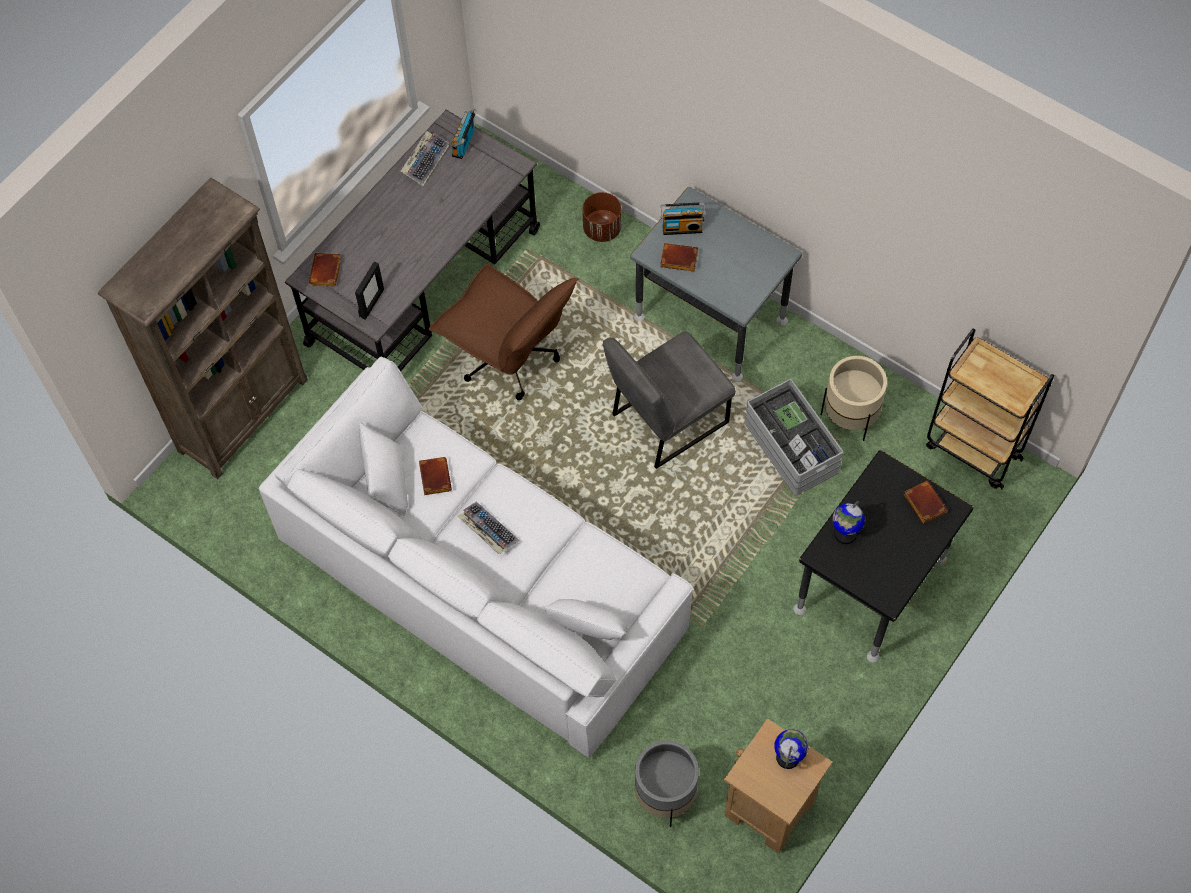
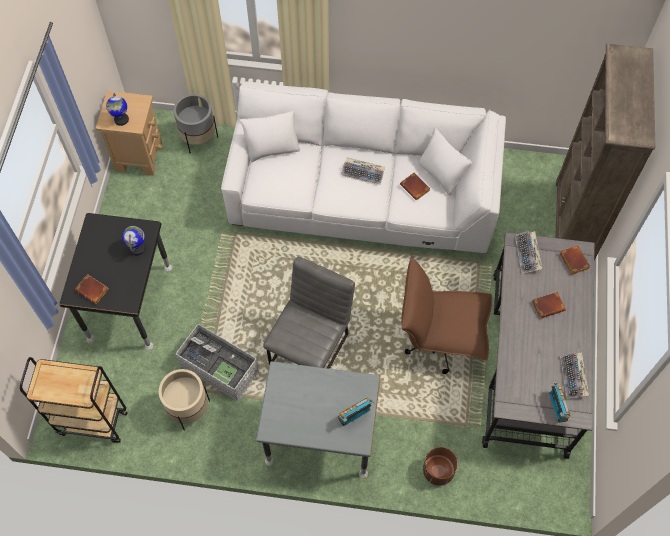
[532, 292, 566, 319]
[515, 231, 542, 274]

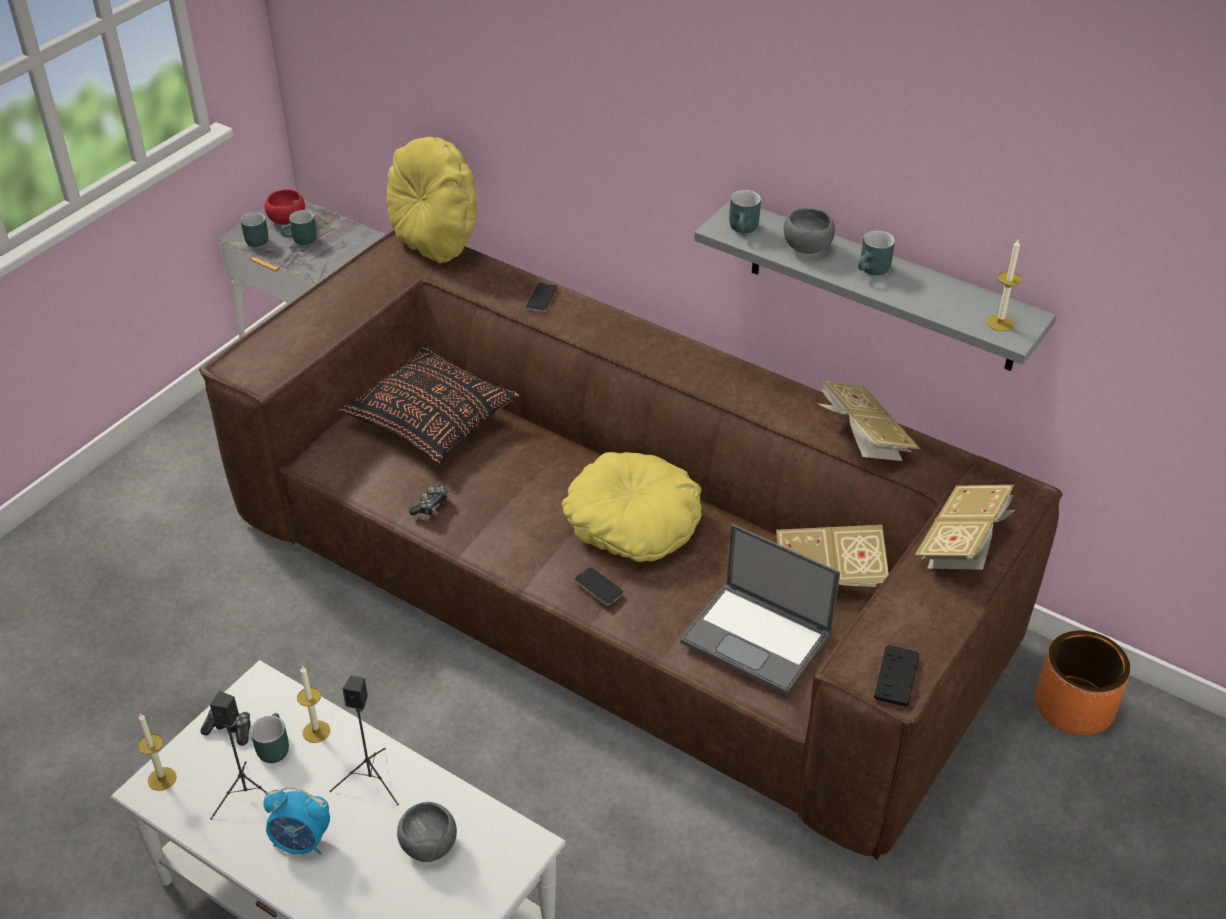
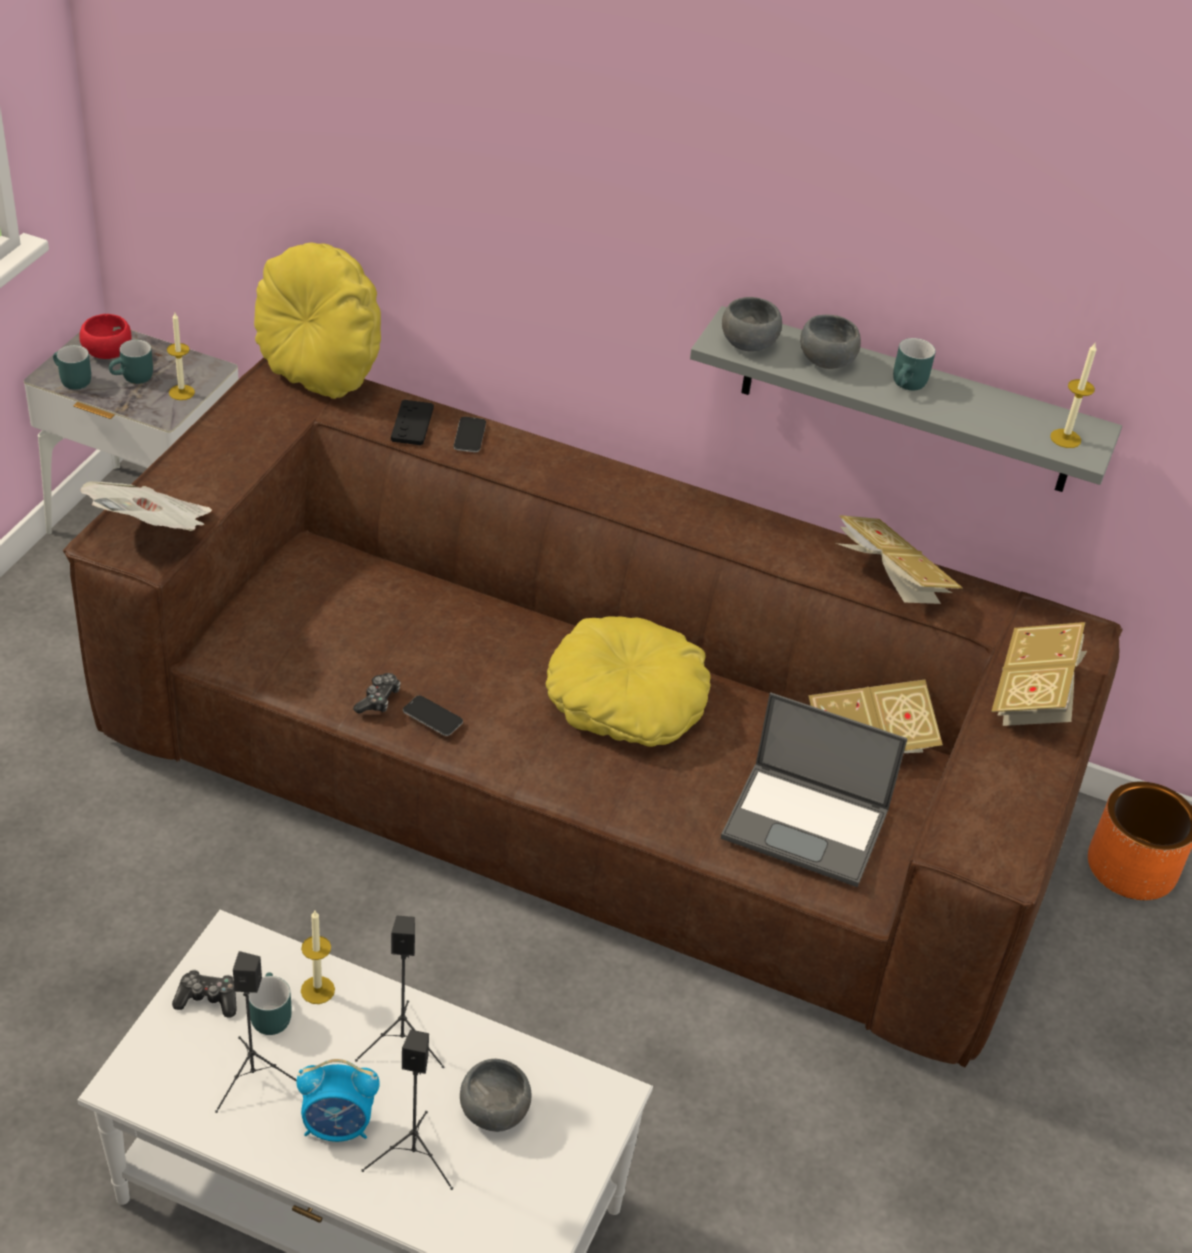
[722, 297, 782, 352]
[339, 345, 520, 464] (first image)
[403, 695, 463, 736]
[391, 400, 434, 445]
[167, 313, 195, 400]
[81, 481, 212, 531]
[361, 1030, 453, 1190]

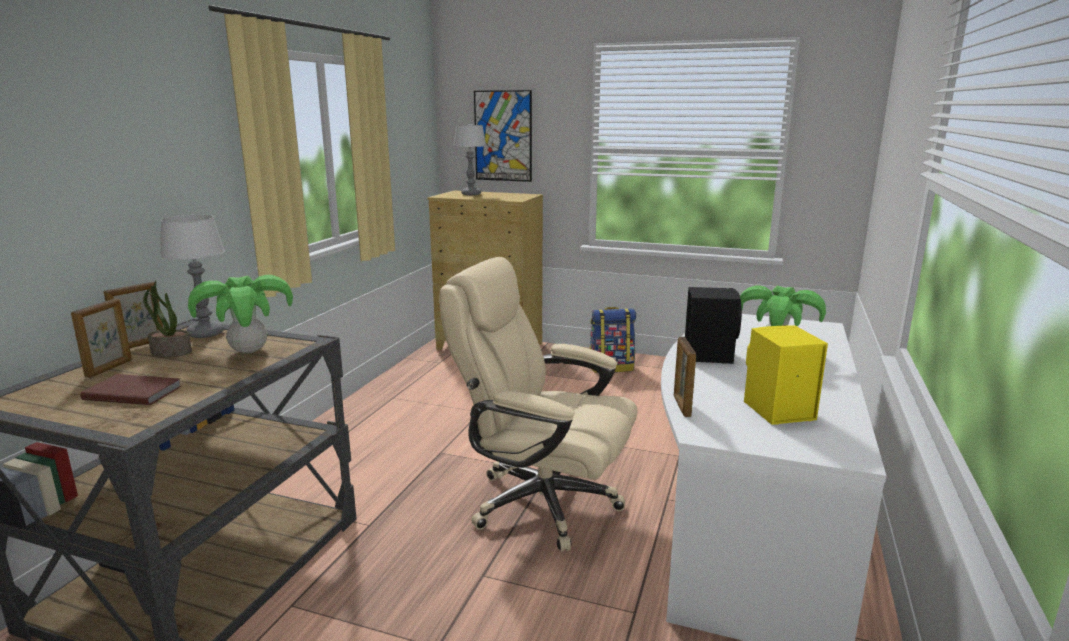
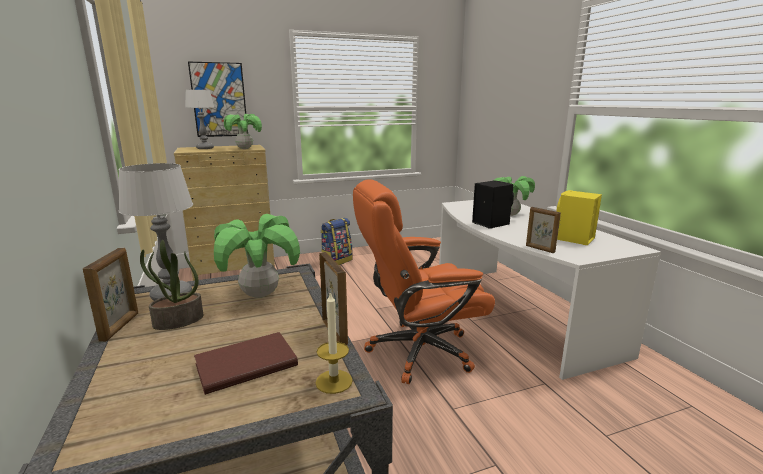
[353, 179, 495, 384]
[319, 252, 348, 345]
[224, 114, 262, 149]
[316, 291, 353, 394]

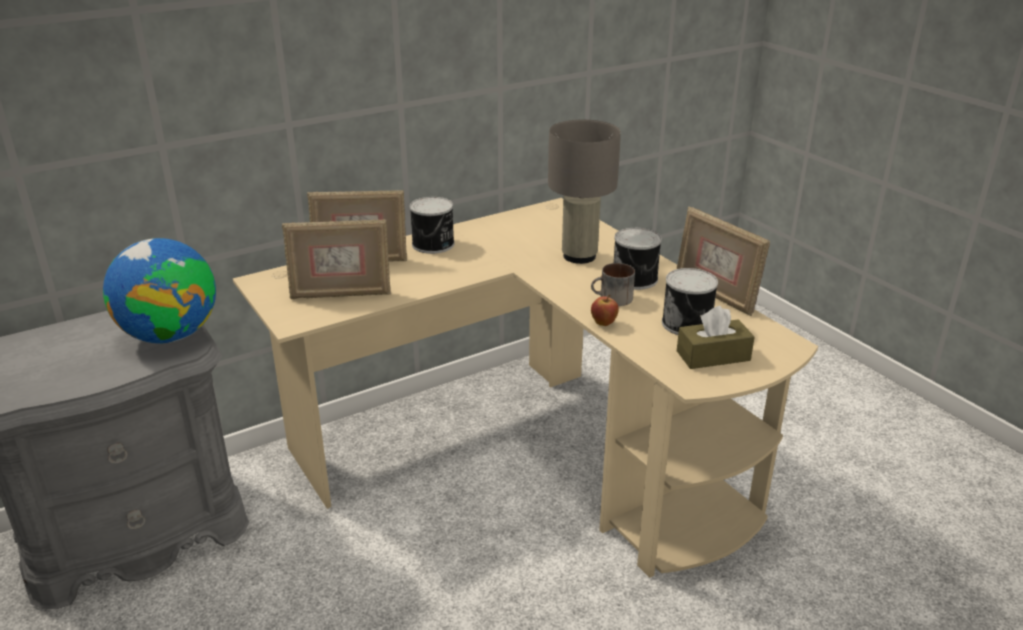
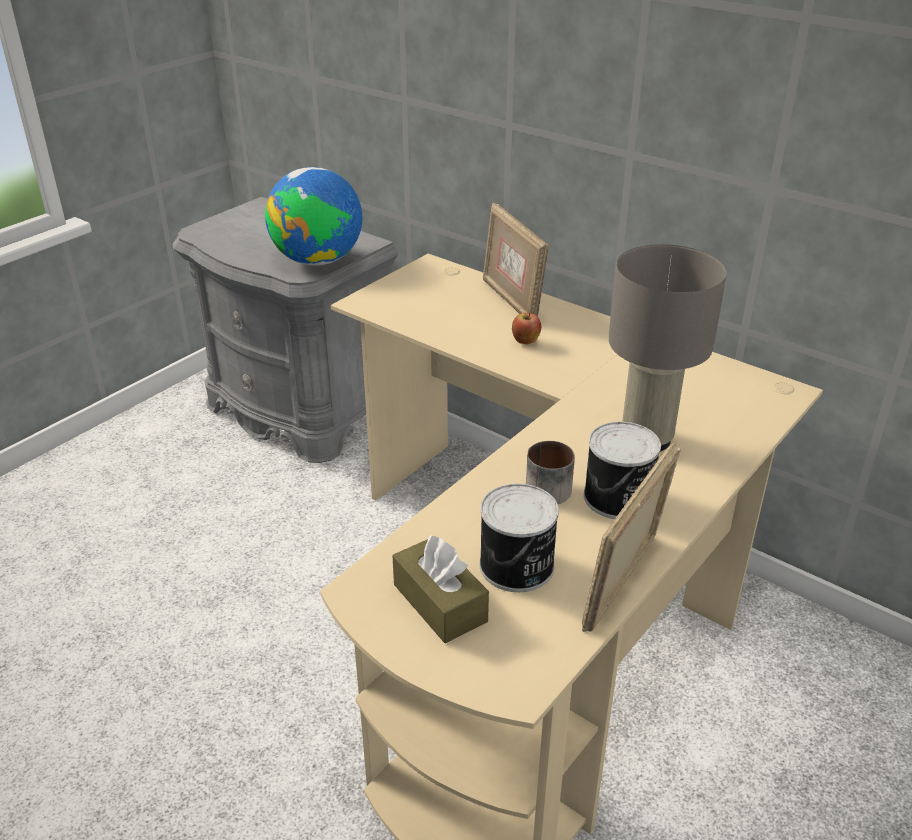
[410, 197, 454, 254] (first image)
[282, 219, 391, 299] (first image)
[512, 312, 541, 344]

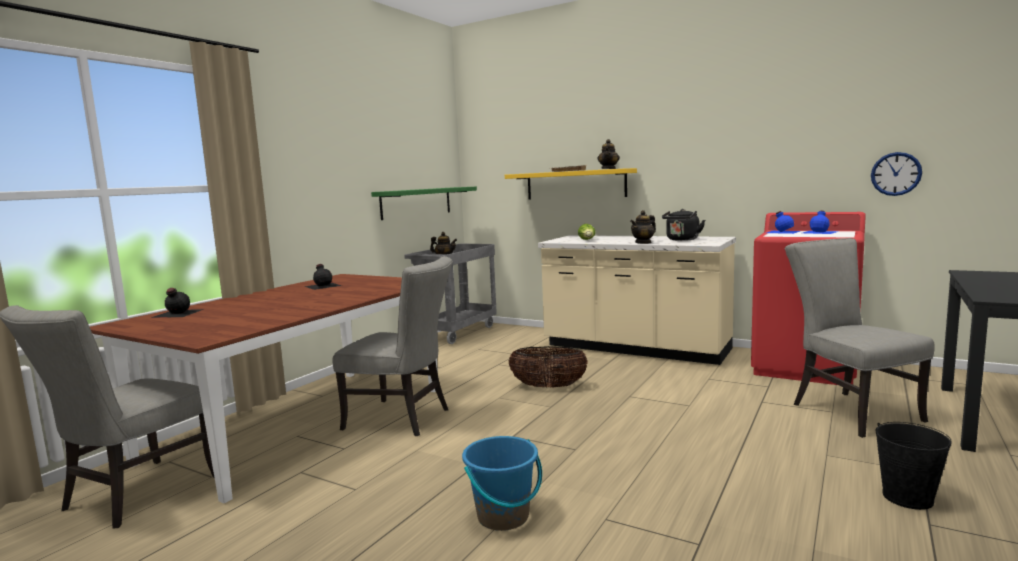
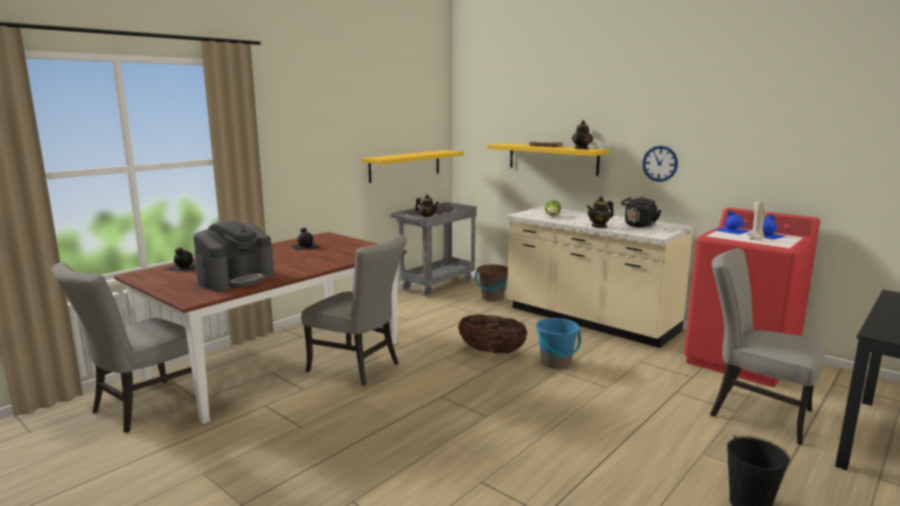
[642, 146, 678, 182]
[361, 150, 464, 183]
[710, 248, 825, 445]
[536, 318, 581, 369]
[749, 202, 767, 240]
[193, 221, 274, 291]
[475, 264, 508, 301]

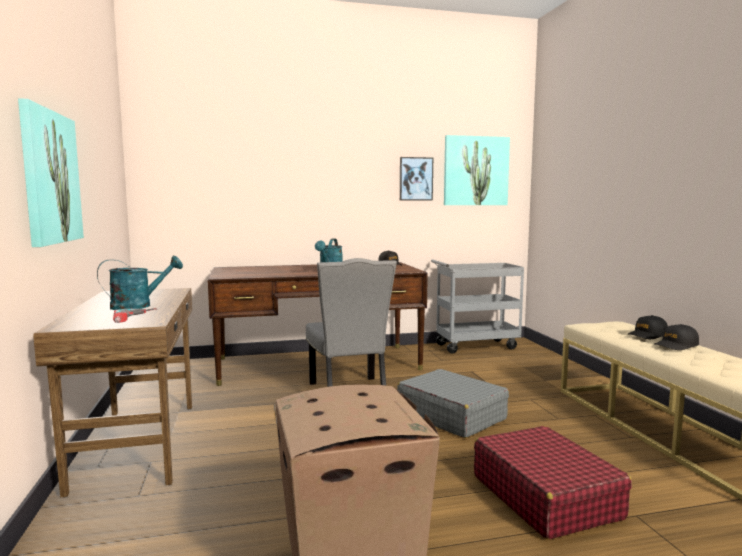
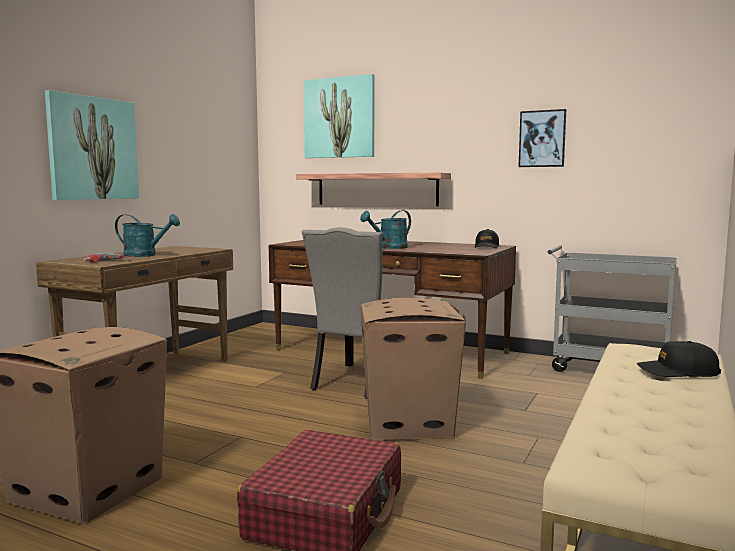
[304, 74, 374, 158]
[655, 324, 699, 350] (first image)
[361, 297, 466, 440]
[296, 172, 451, 206]

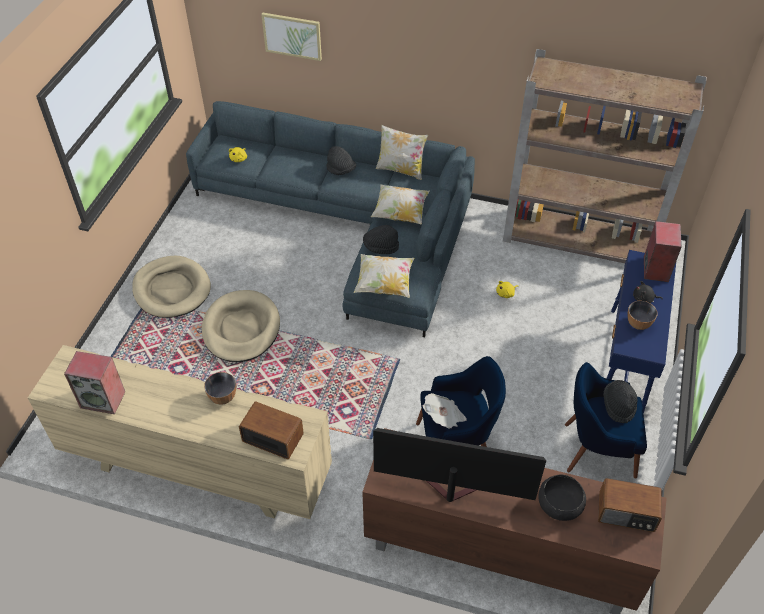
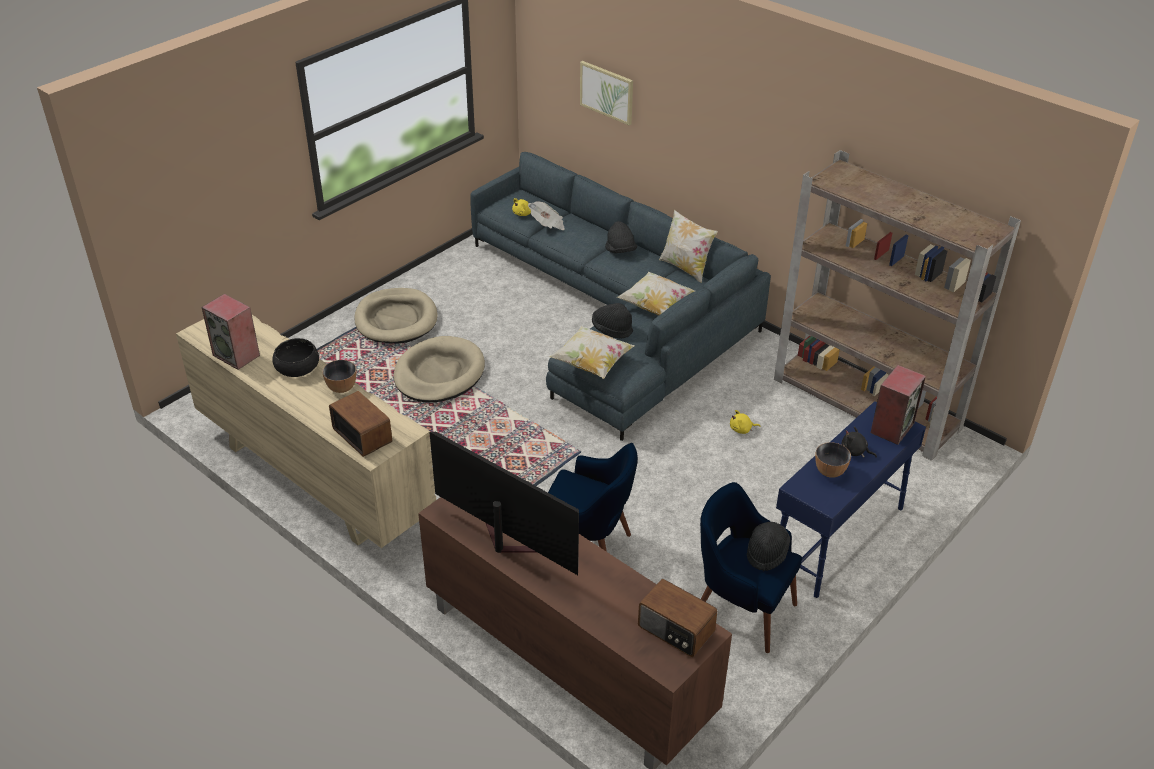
[528, 201, 565, 230]
[272, 338, 319, 377]

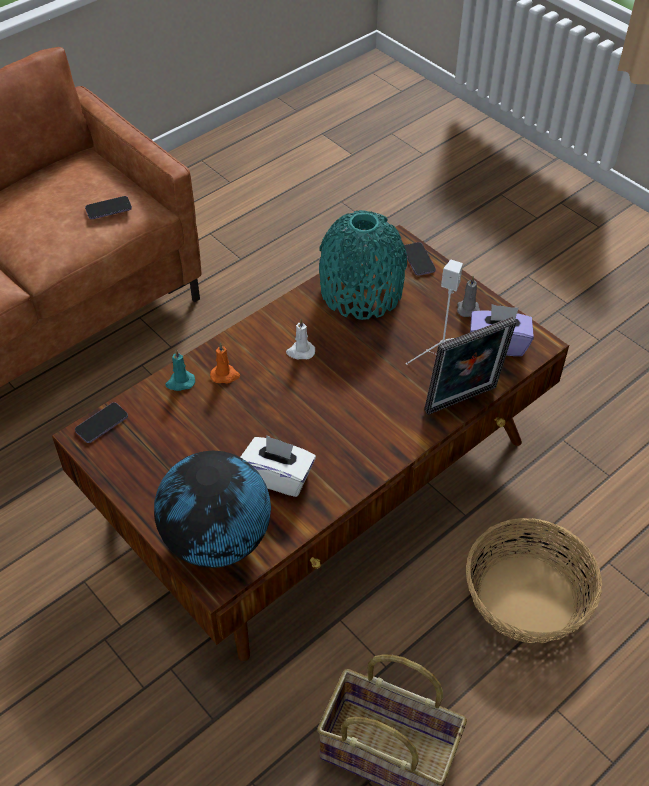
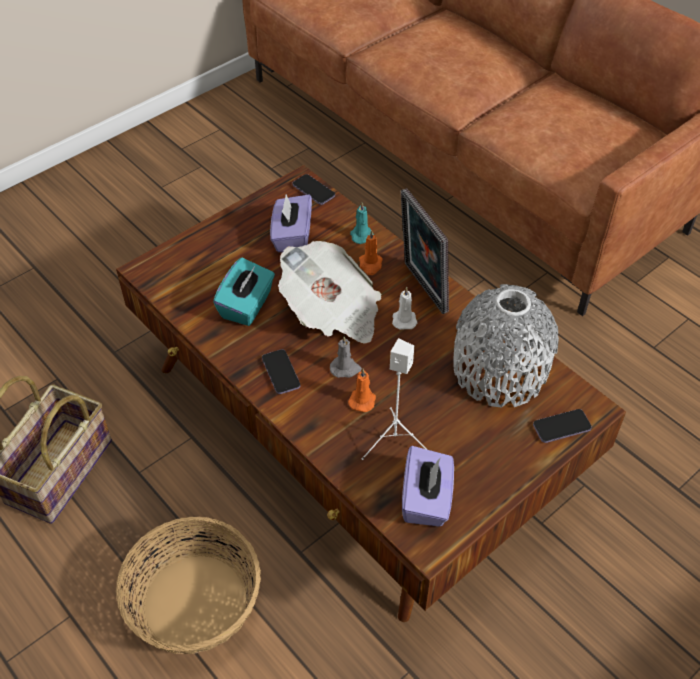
[262, 349, 300, 394]
[453, 284, 559, 408]
[330, 336, 362, 378]
[400, 188, 449, 314]
[213, 258, 275, 326]
[154, 451, 271, 568] (first image)
[270, 194, 312, 252]
[278, 241, 381, 343]
[348, 369, 376, 412]

